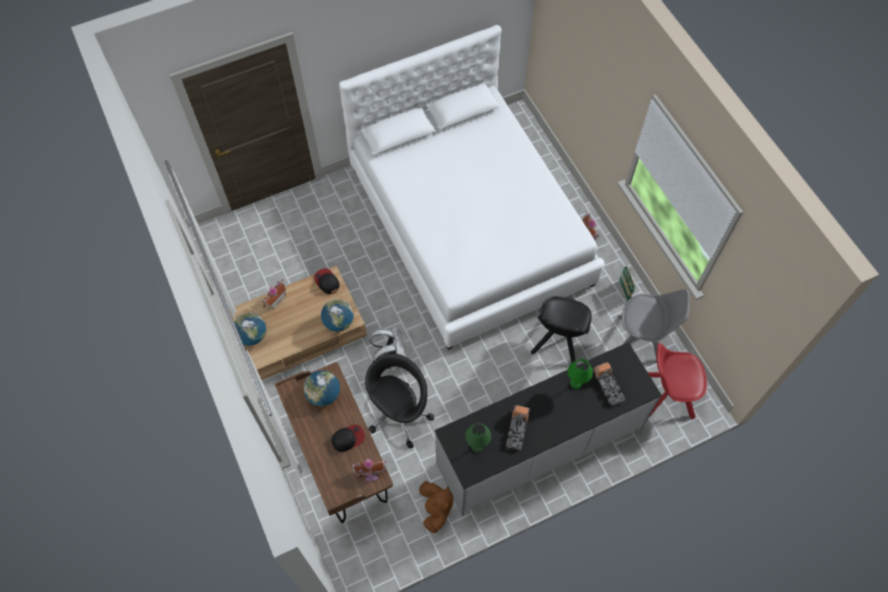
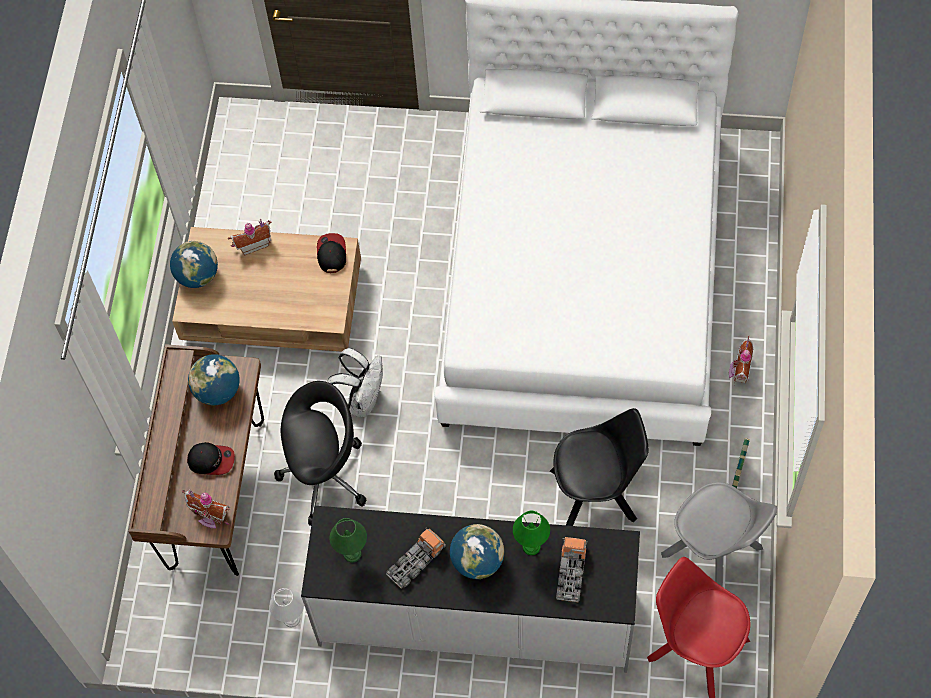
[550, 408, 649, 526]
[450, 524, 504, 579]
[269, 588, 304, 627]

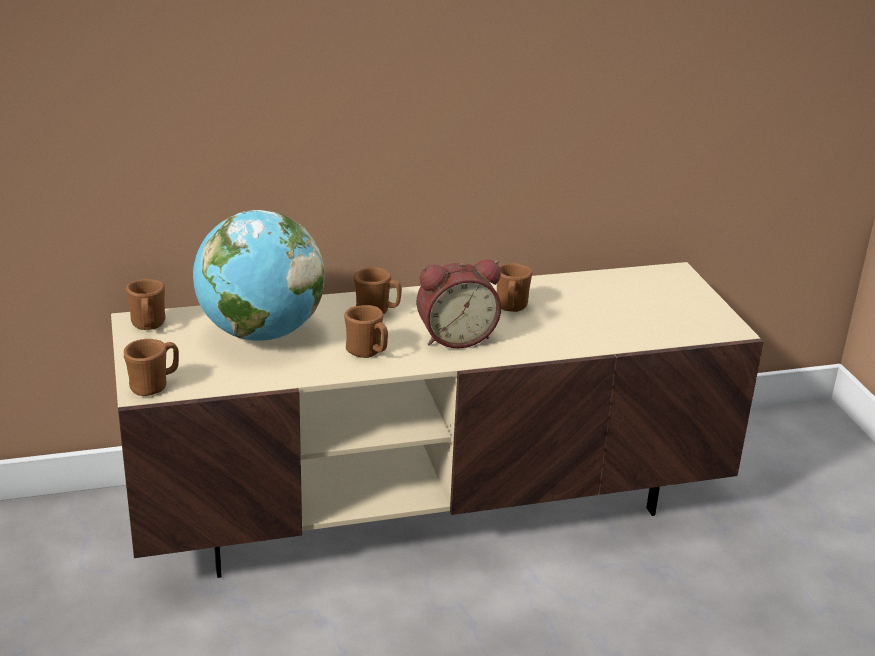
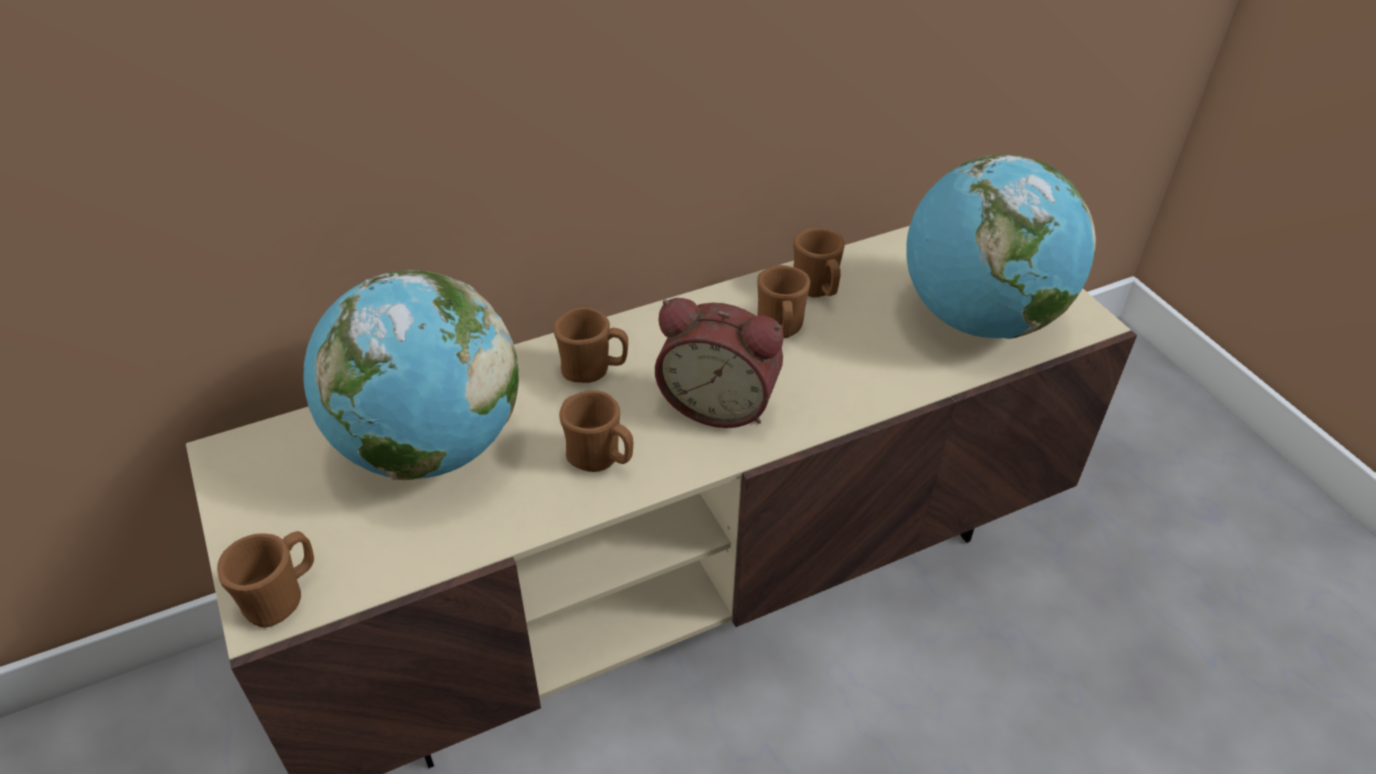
[655, 298, 784, 428]
[793, 228, 845, 297]
[906, 154, 1096, 339]

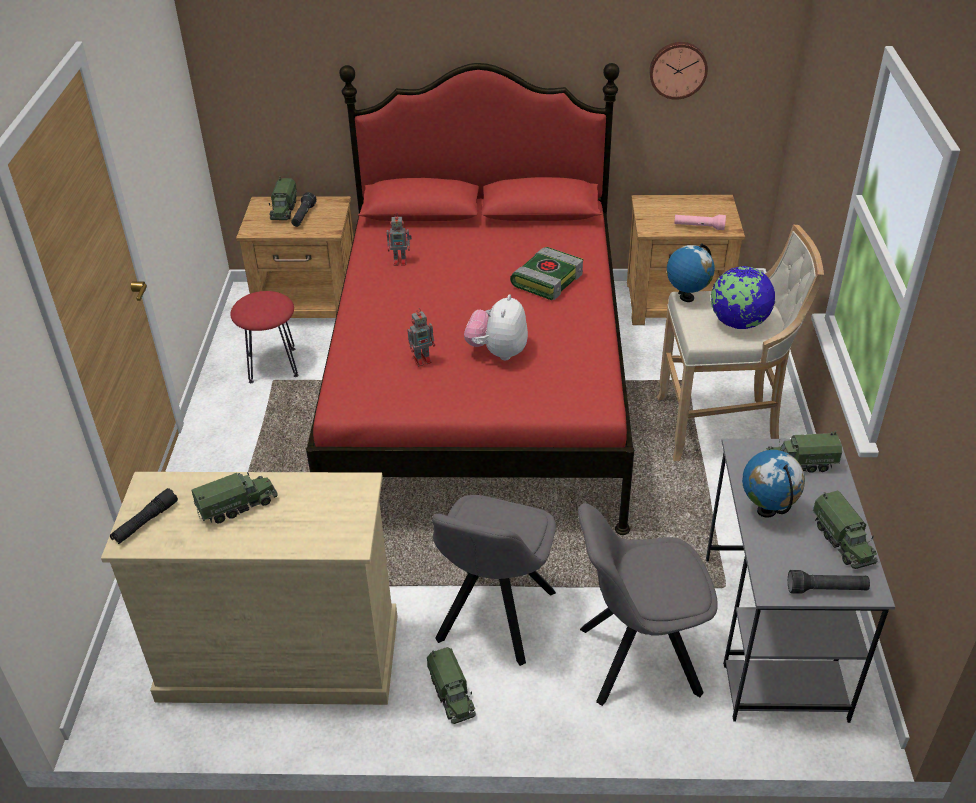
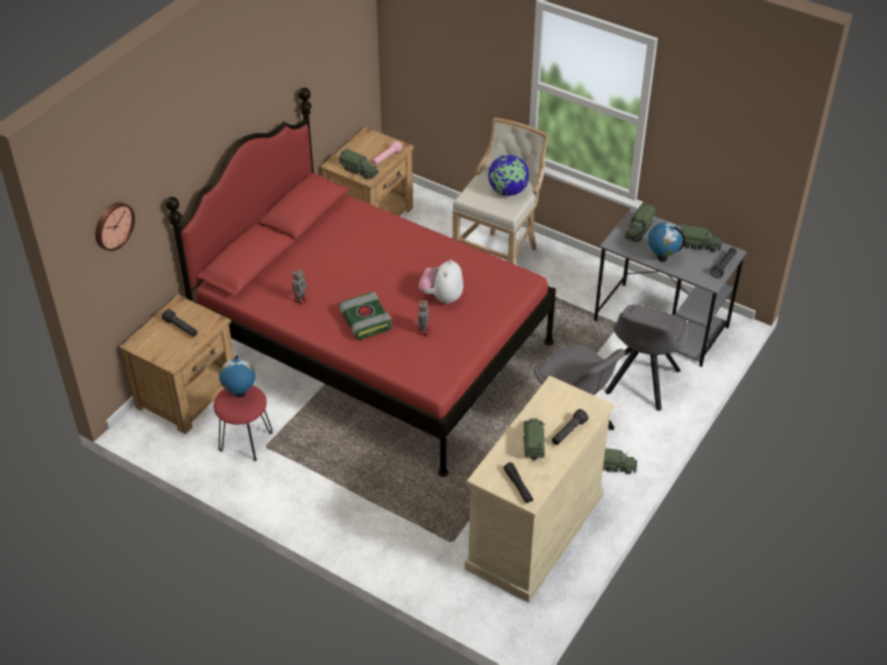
[95, 202, 135, 251]
[339, 149, 379, 179]
[219, 355, 255, 398]
[339, 292, 392, 339]
[419, 259, 463, 304]
[552, 409, 588, 445]

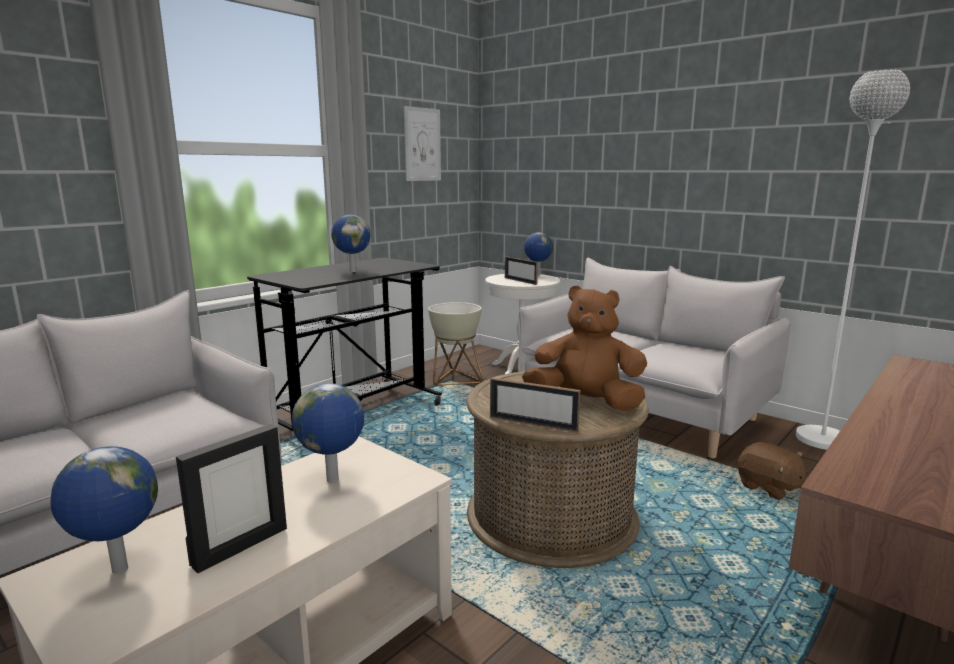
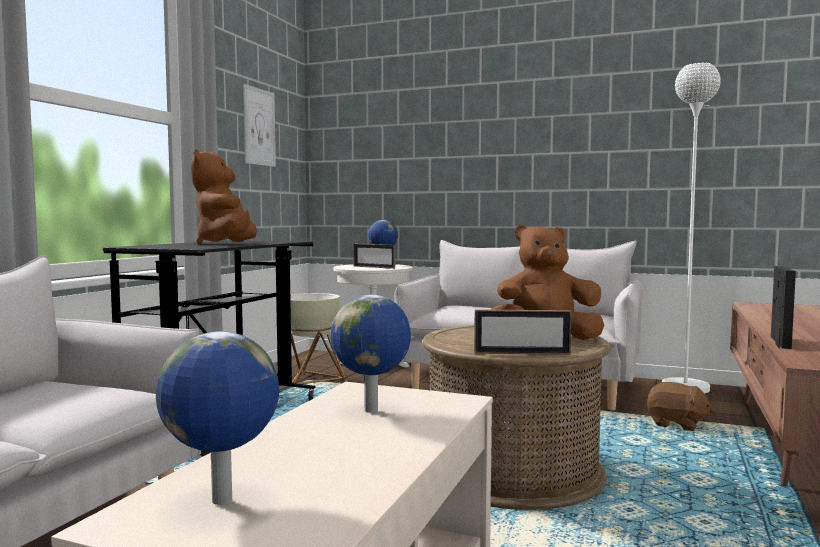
[191, 149, 257, 244]
[771, 266, 796, 349]

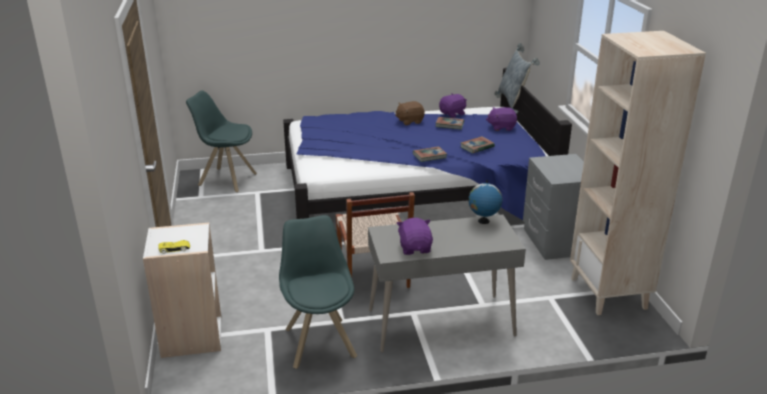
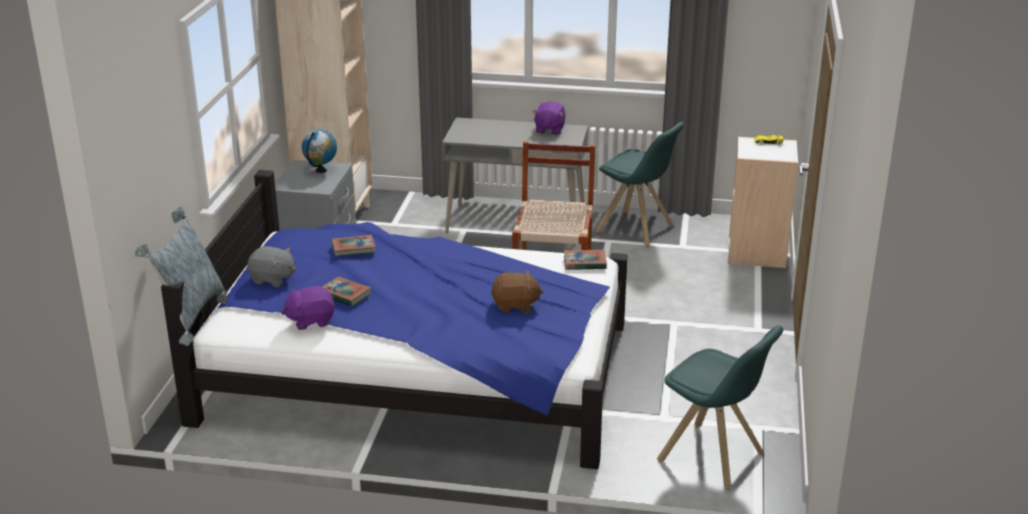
[491, 271, 543, 313]
[247, 246, 296, 287]
[564, 249, 607, 270]
[302, 130, 337, 173]
[595, 122, 684, 247]

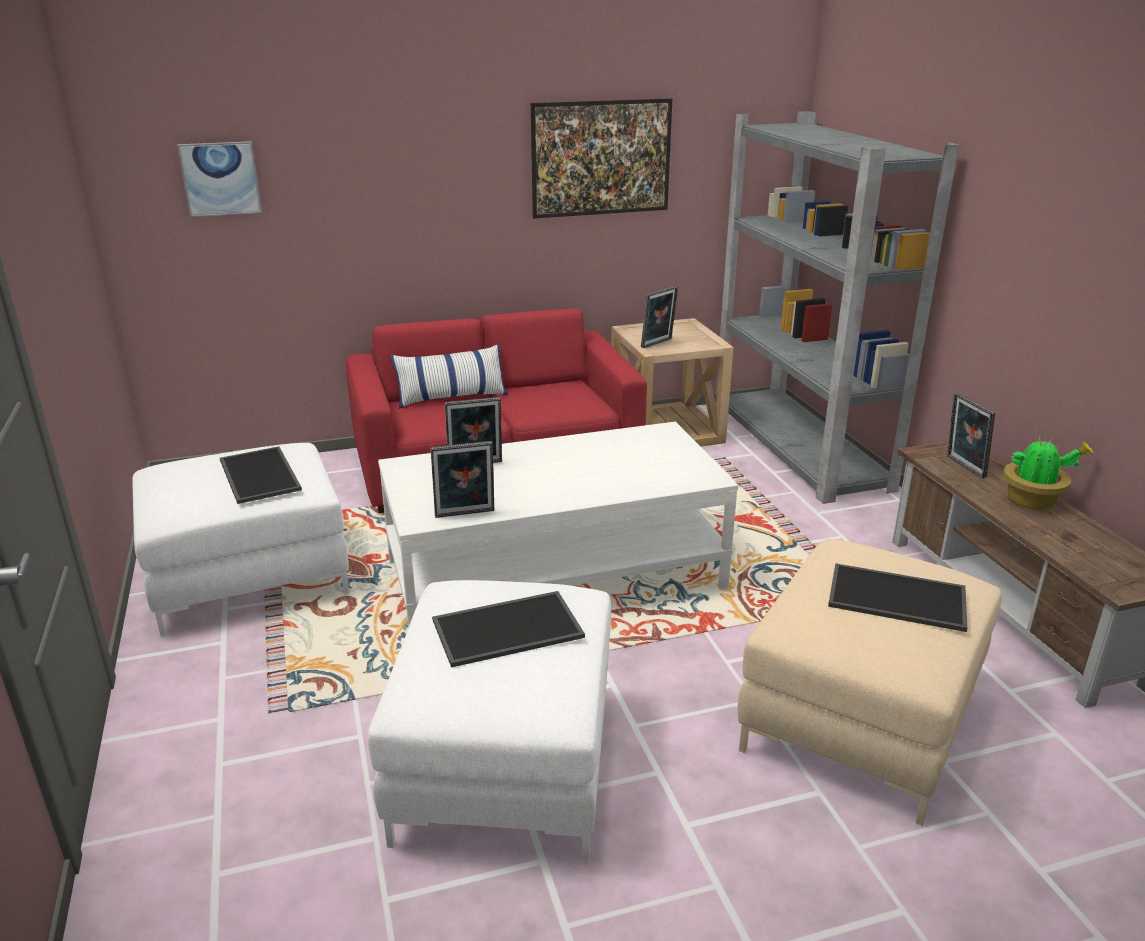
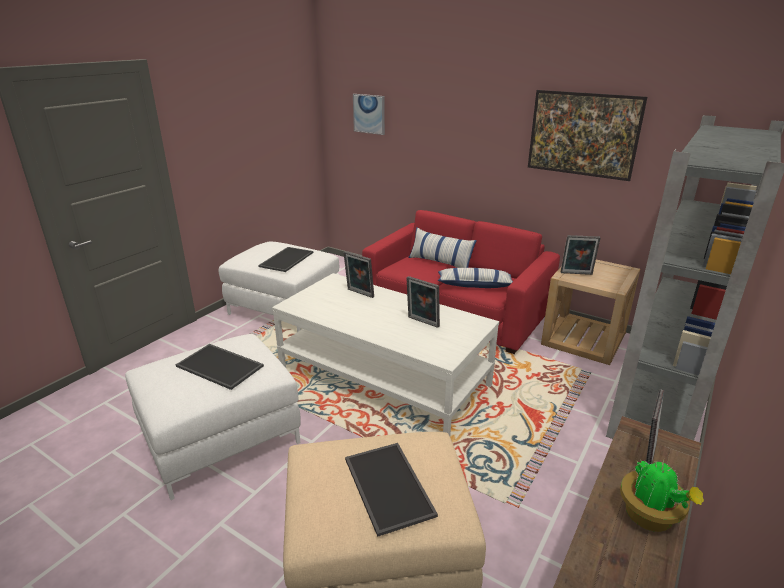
[406, 276, 440, 328]
[438, 268, 513, 288]

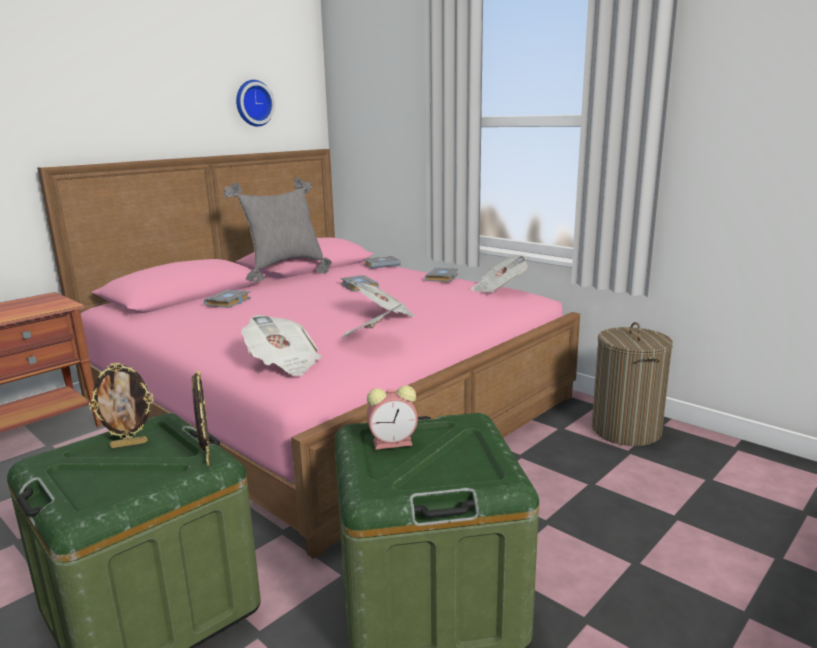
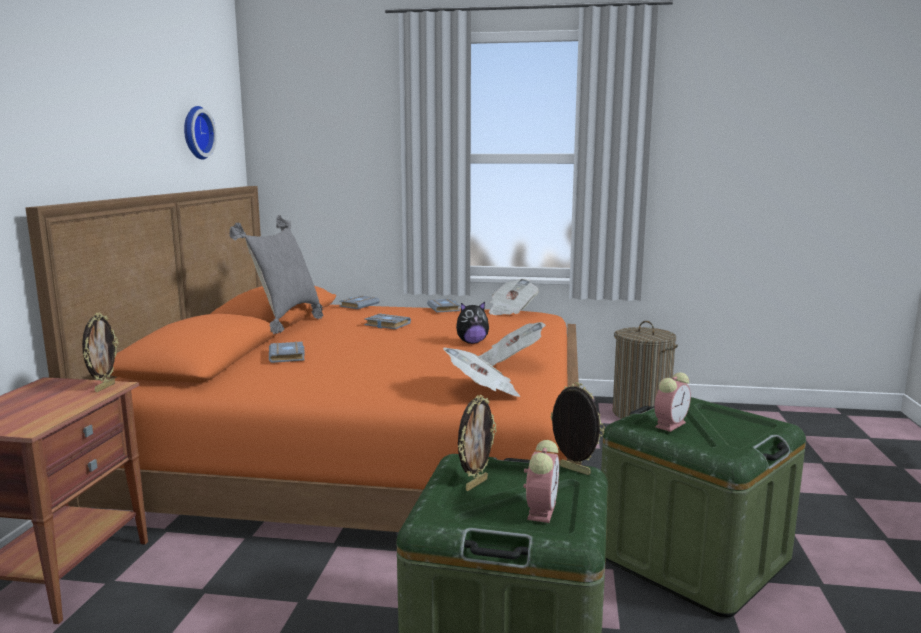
[26, 186, 581, 532]
[456, 302, 489, 344]
[82, 313, 118, 392]
[524, 440, 559, 523]

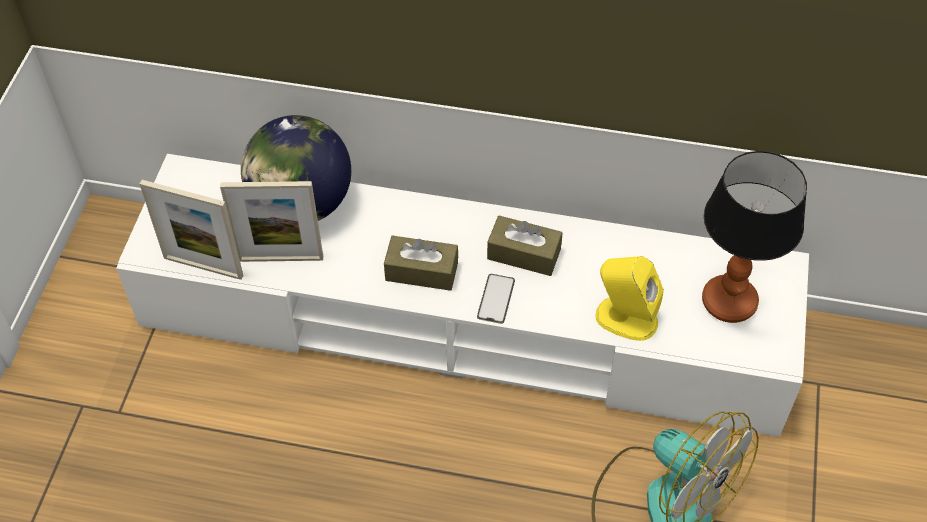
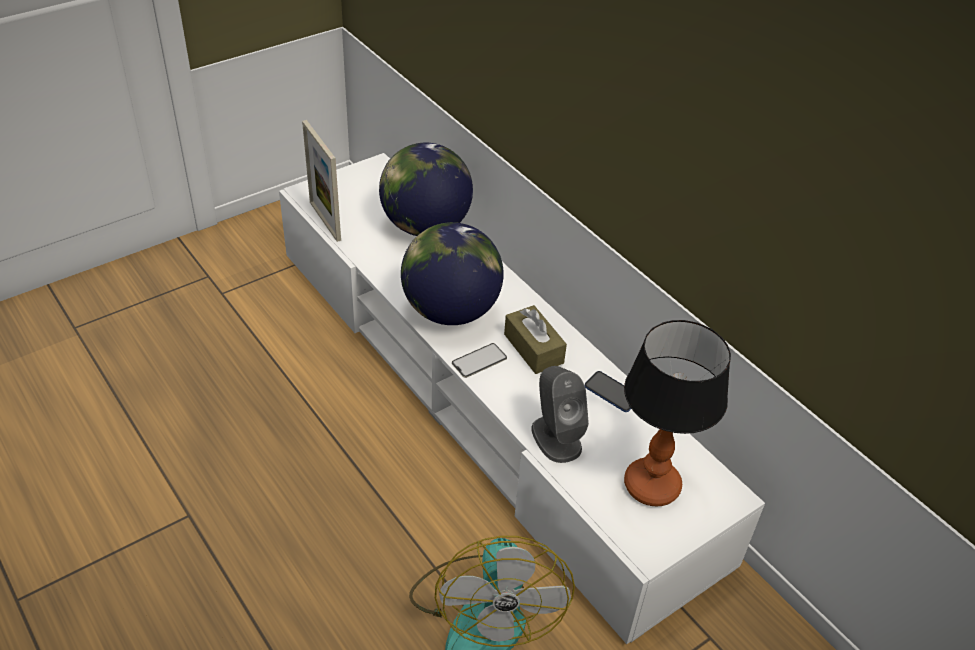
[220, 181, 323, 262] (first image)
[401, 222, 504, 325]
[532, 366, 589, 463]
[585, 371, 631, 412]

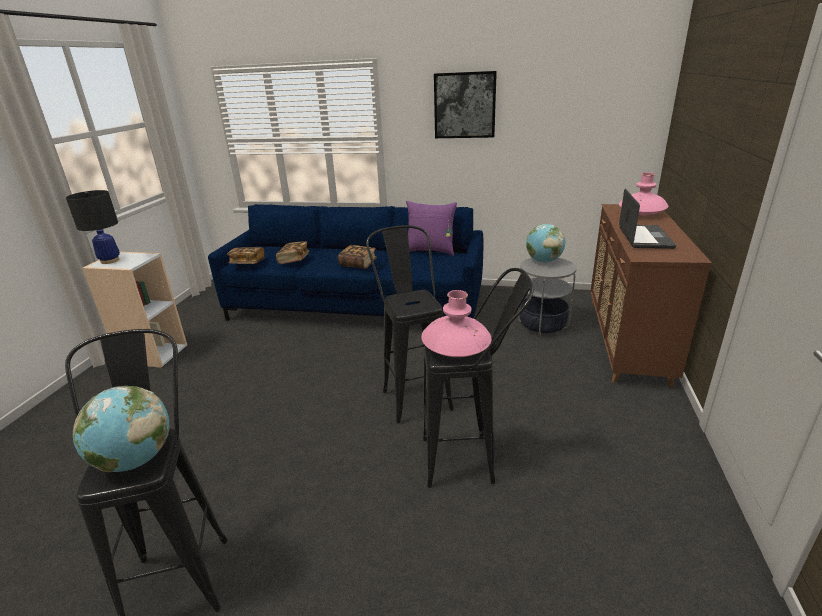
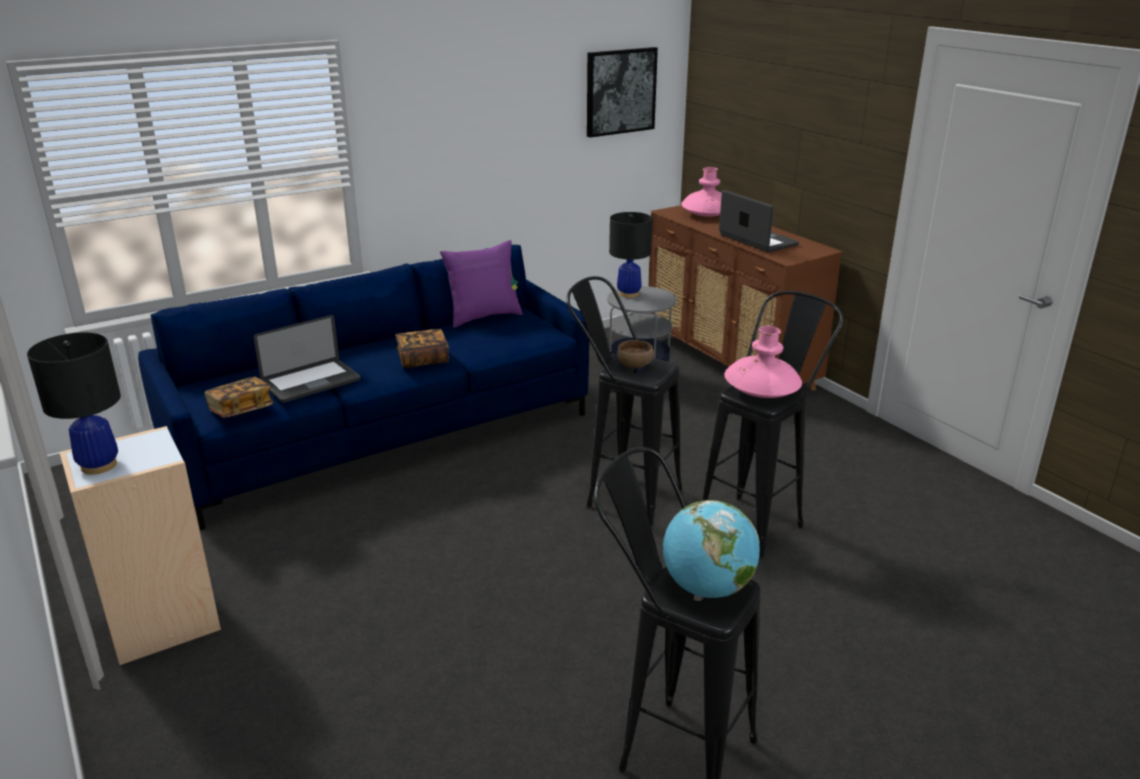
[587, 47, 658, 138]
[609, 212, 653, 298]
[254, 315, 361, 403]
[617, 340, 654, 368]

